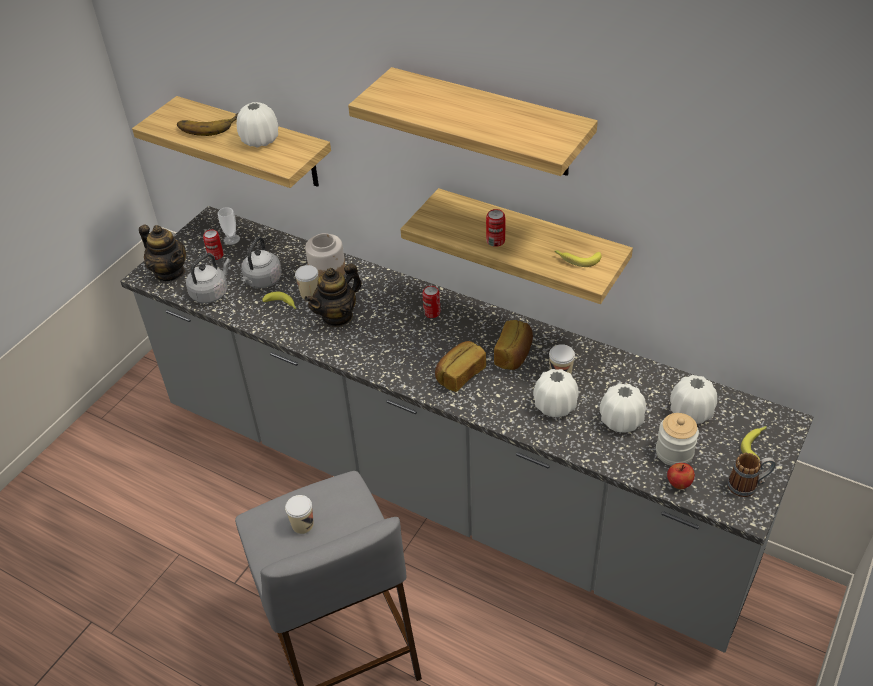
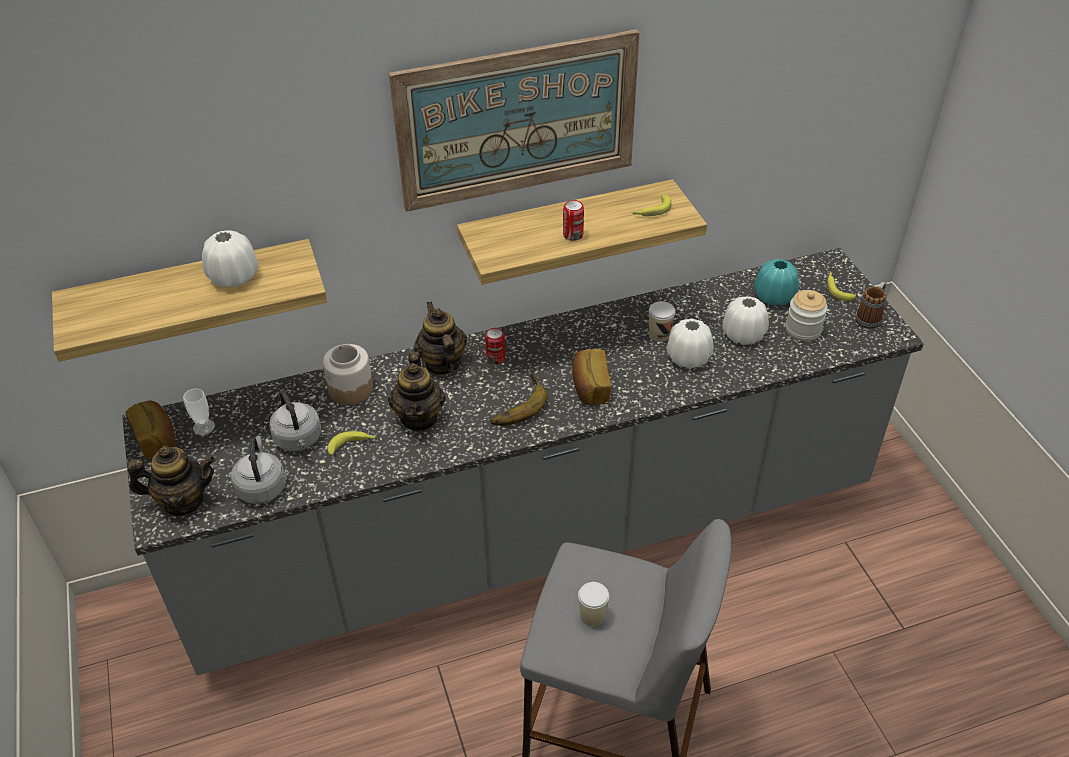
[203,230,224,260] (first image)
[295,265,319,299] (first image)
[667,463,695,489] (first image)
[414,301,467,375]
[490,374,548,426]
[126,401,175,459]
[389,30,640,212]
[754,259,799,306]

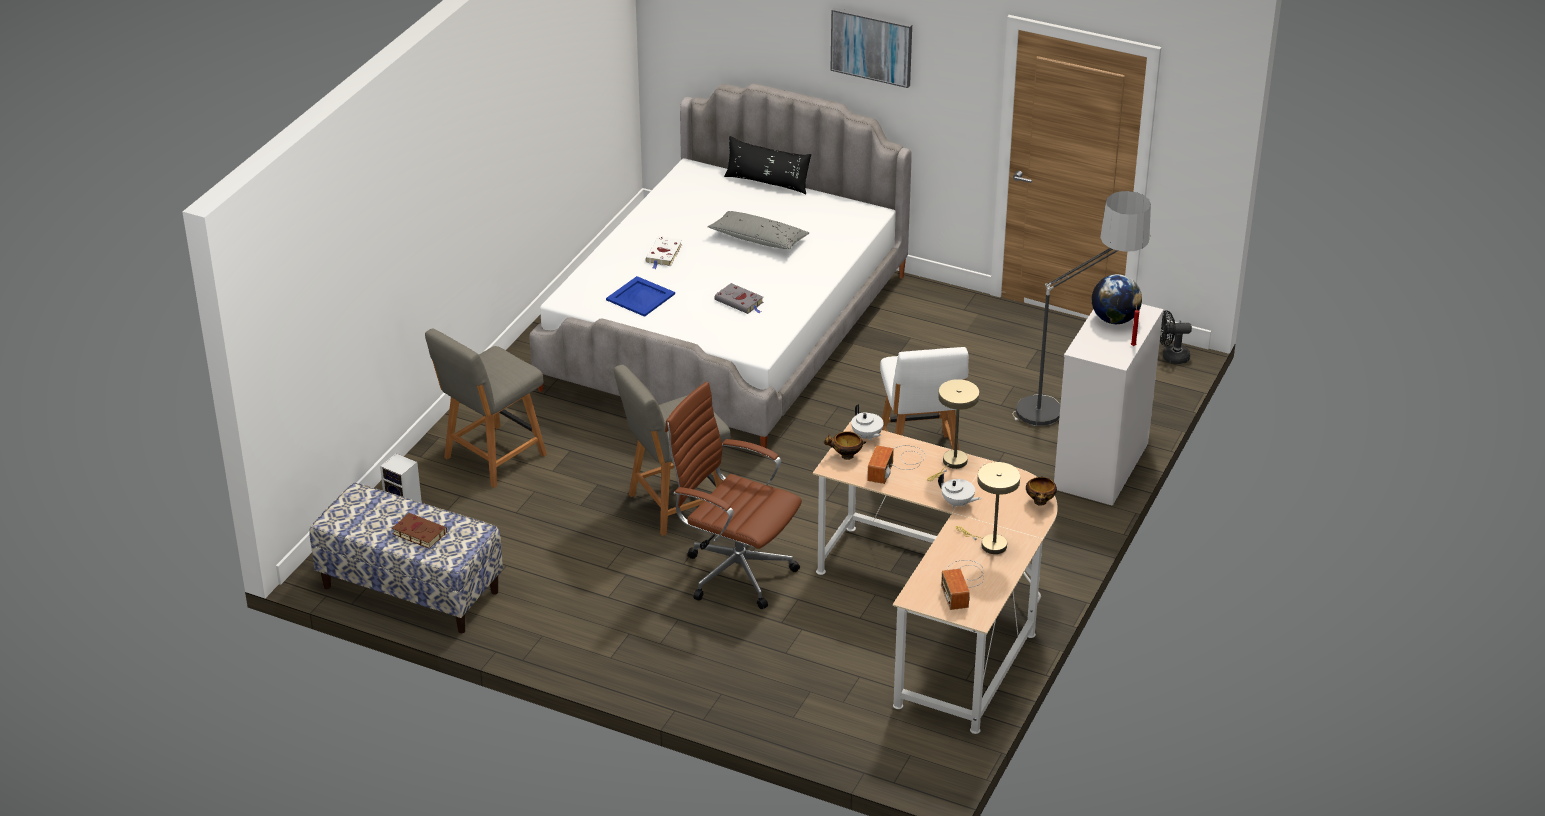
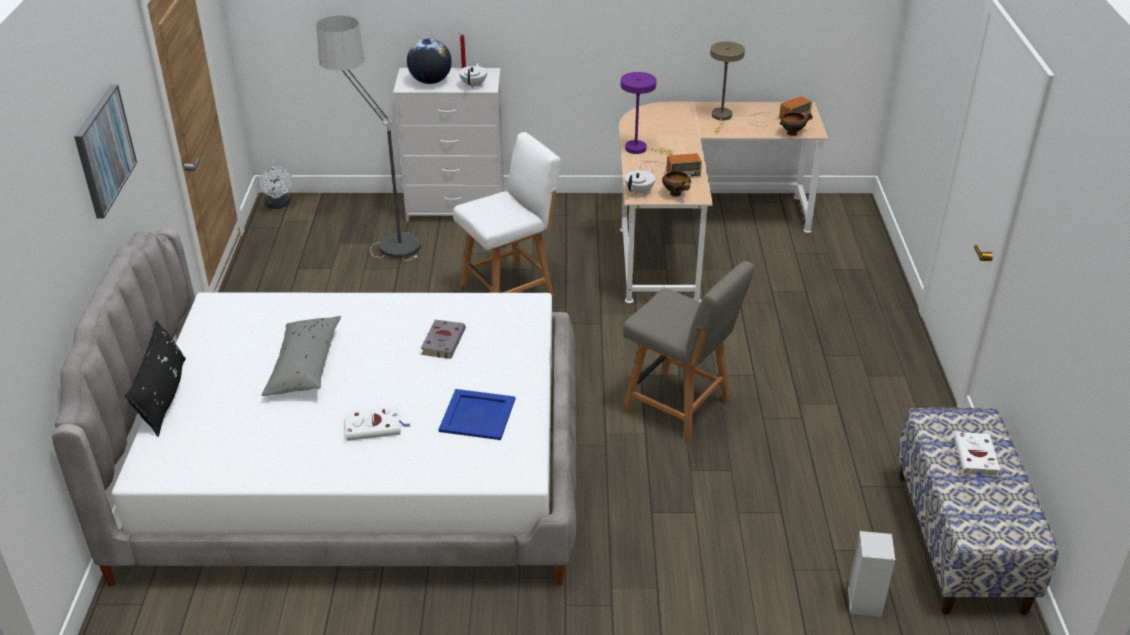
[425,329,547,488] (first image)
[665,382,802,609] (first image)
[459,63,487,88]
[779,110,813,136]
[954,432,1000,483]
[620,72,674,155]
[260,166,293,209]

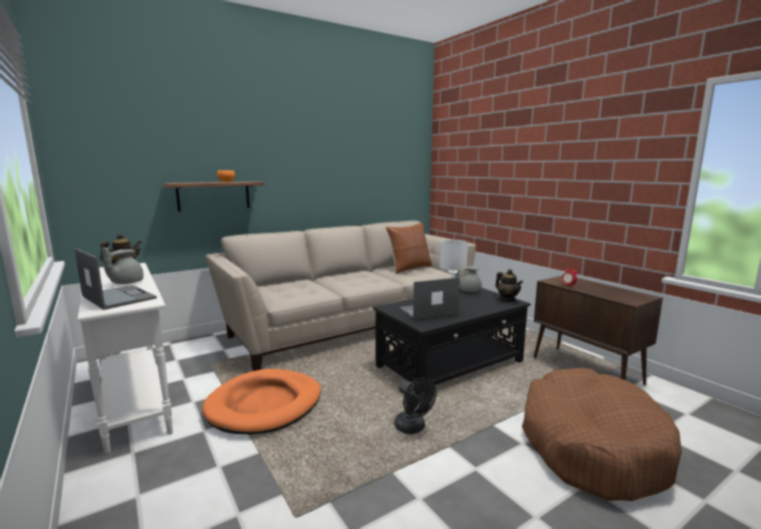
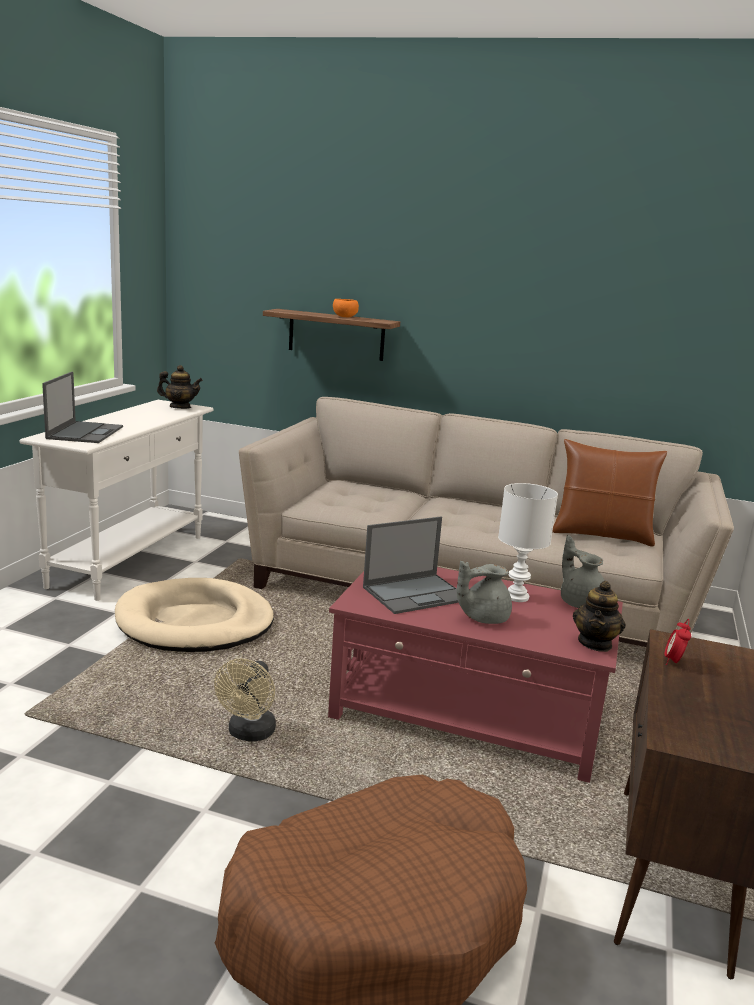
[457,561,512,624]
[115,578,274,652]
[328,567,623,783]
[214,658,276,741]
[363,517,459,614]

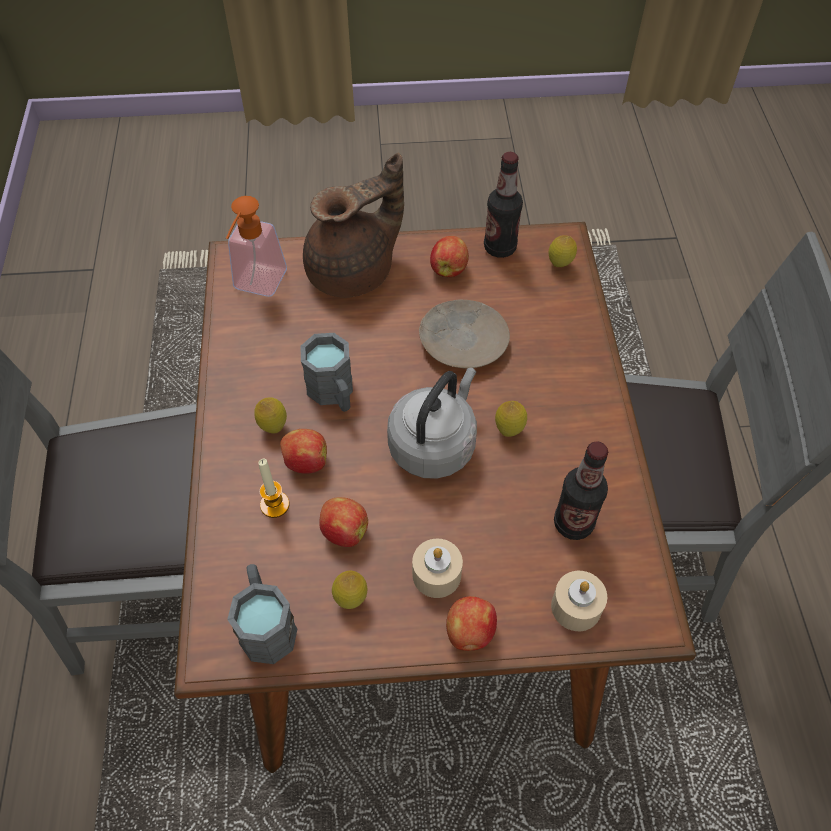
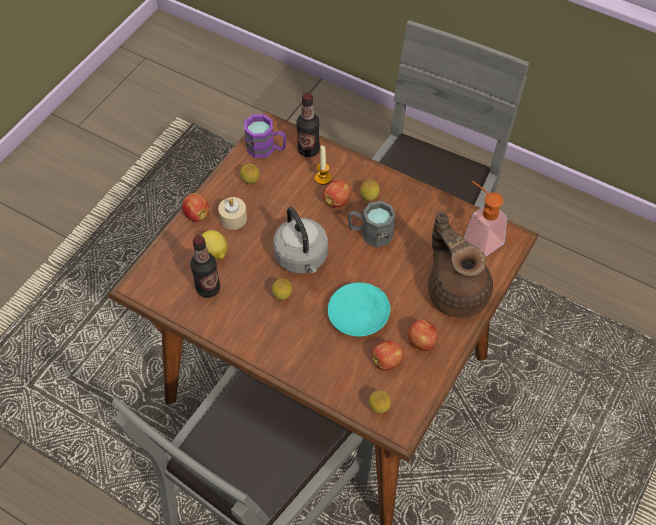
[551,571,607,631] (first image)
[201,230,228,260]
[371,340,404,370]
[297,92,320,157]
[244,114,286,158]
[328,282,391,337]
[428,210,493,318]

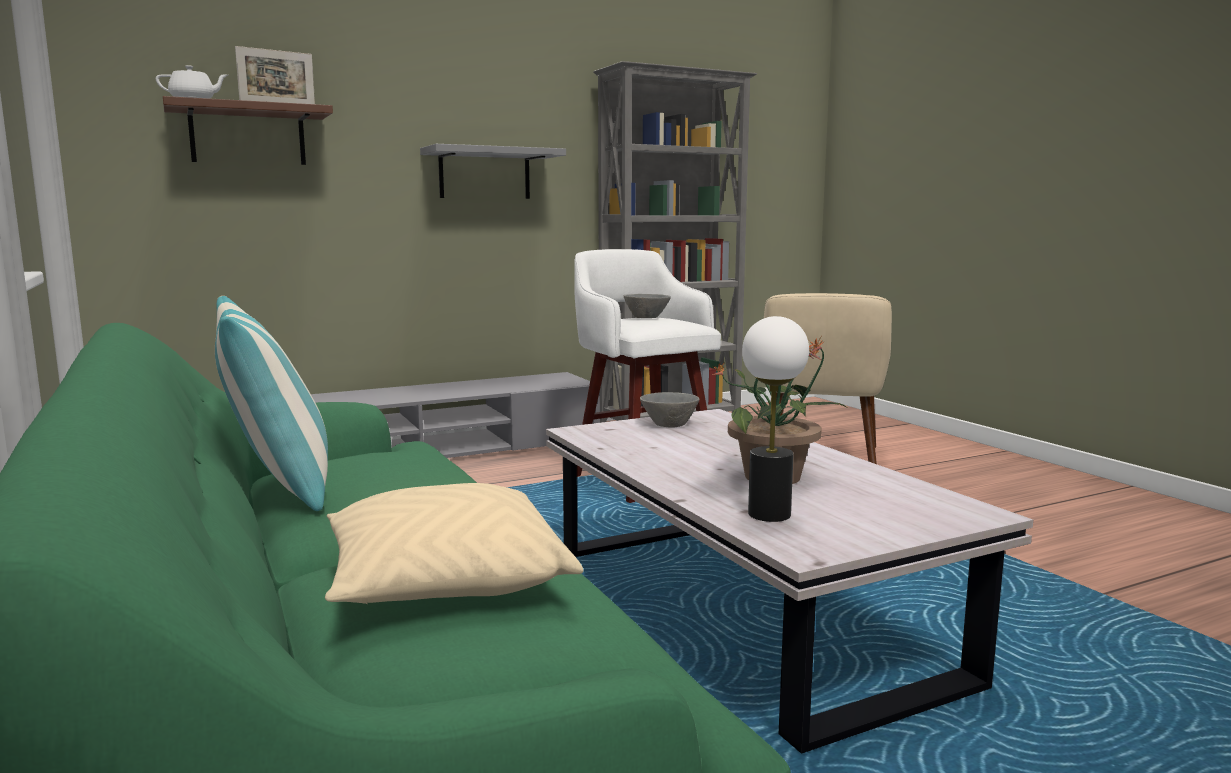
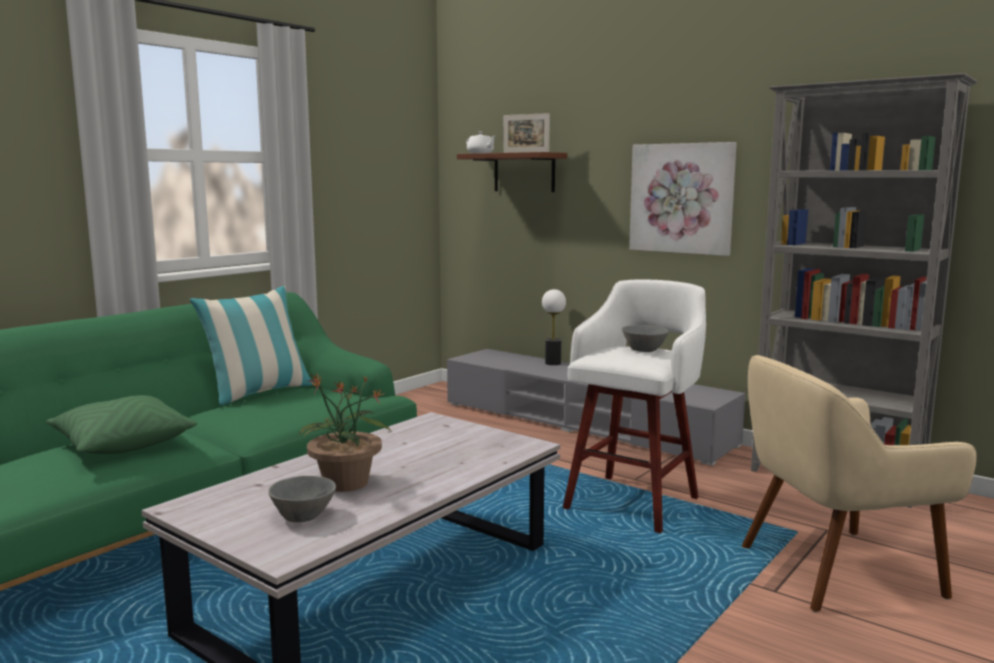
[268,476,336,522]
[542,289,566,365]
[629,142,737,256]
[46,395,197,454]

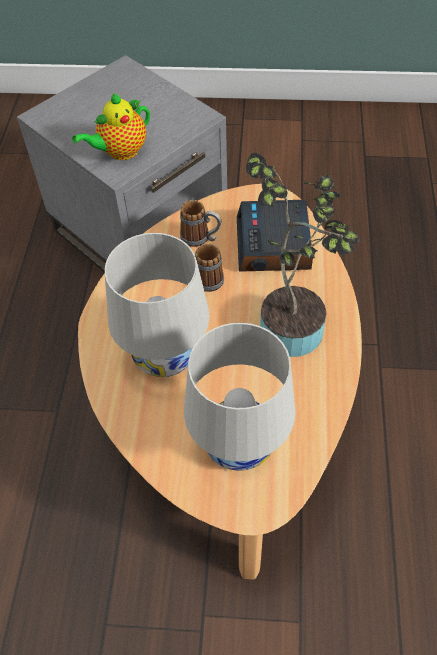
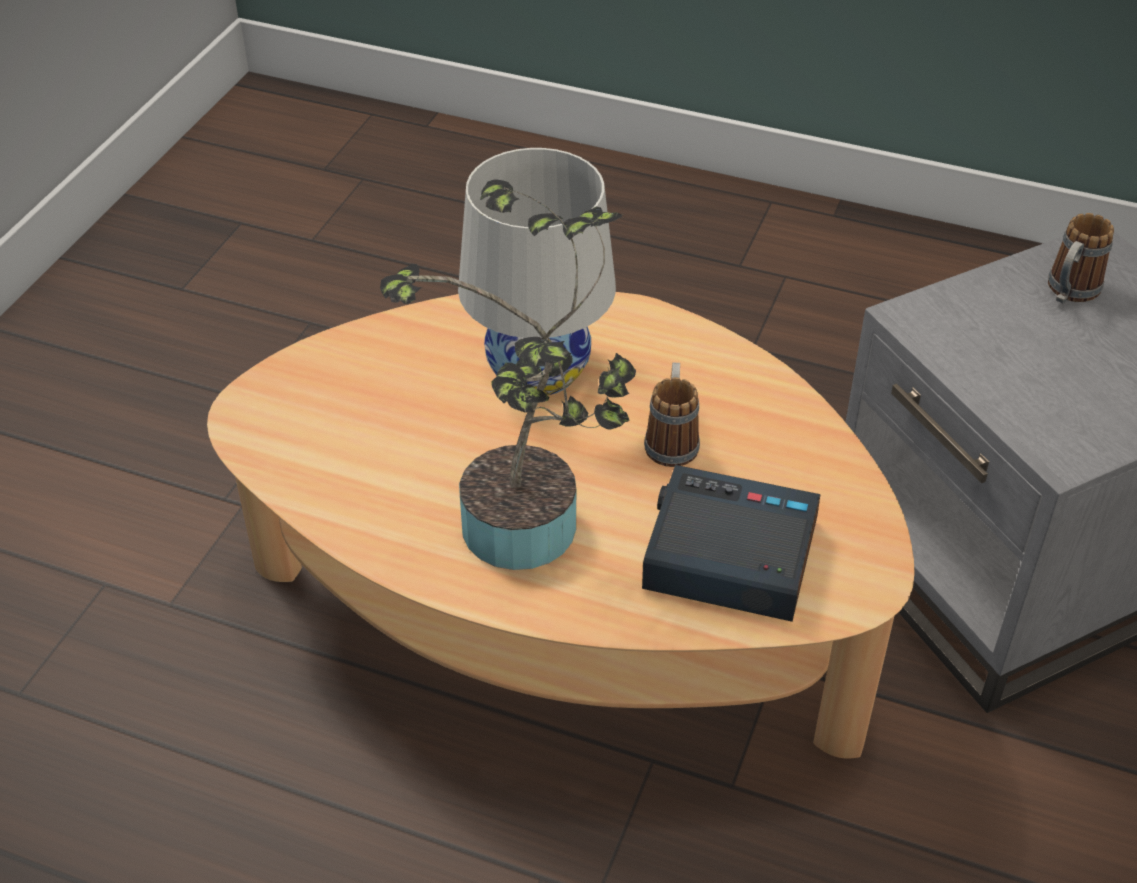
[72,93,150,160] (first image)
[184,323,296,471] (first image)
[1048,213,1114,304]

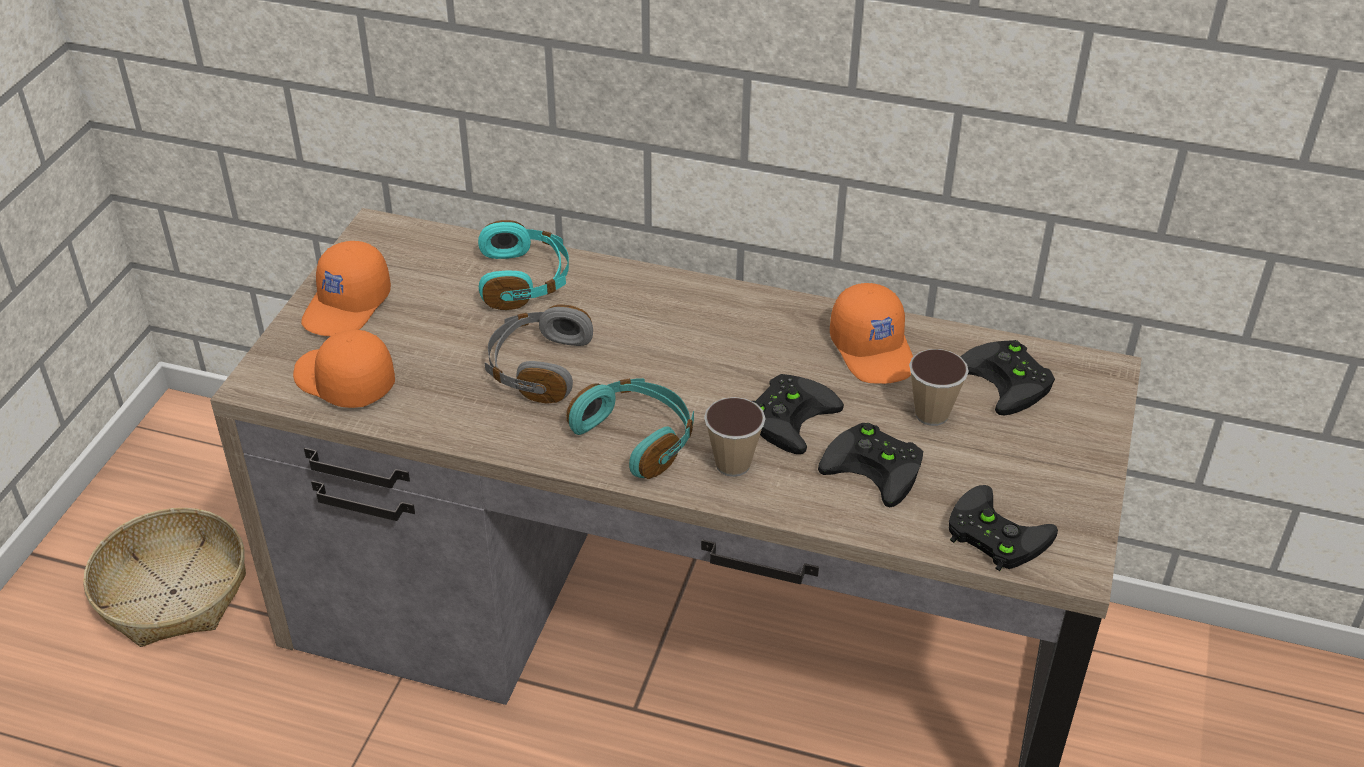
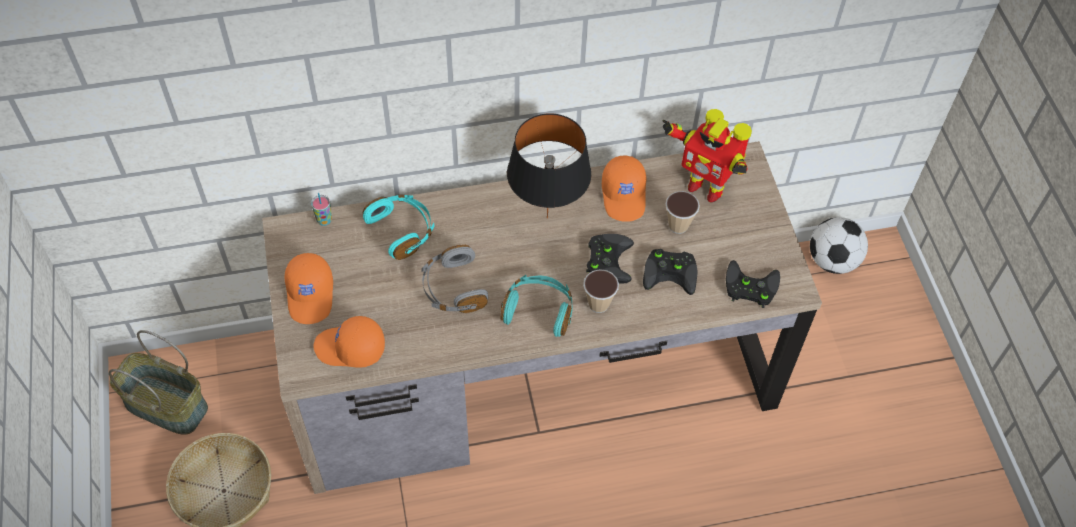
[109,330,208,435]
[311,193,332,226]
[507,113,591,218]
[810,217,868,274]
[662,109,752,203]
[602,156,646,222]

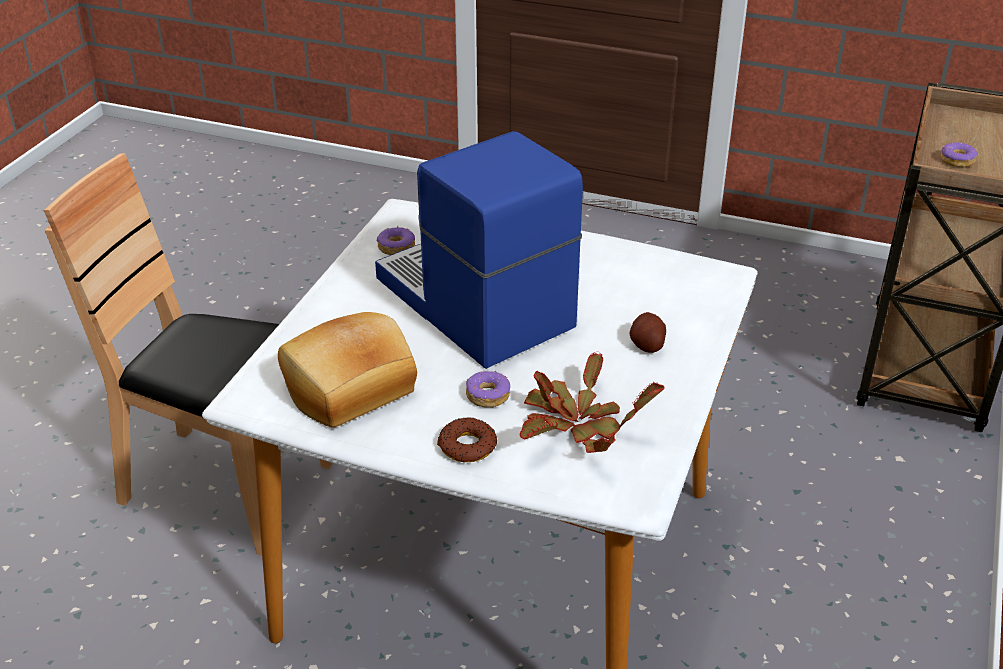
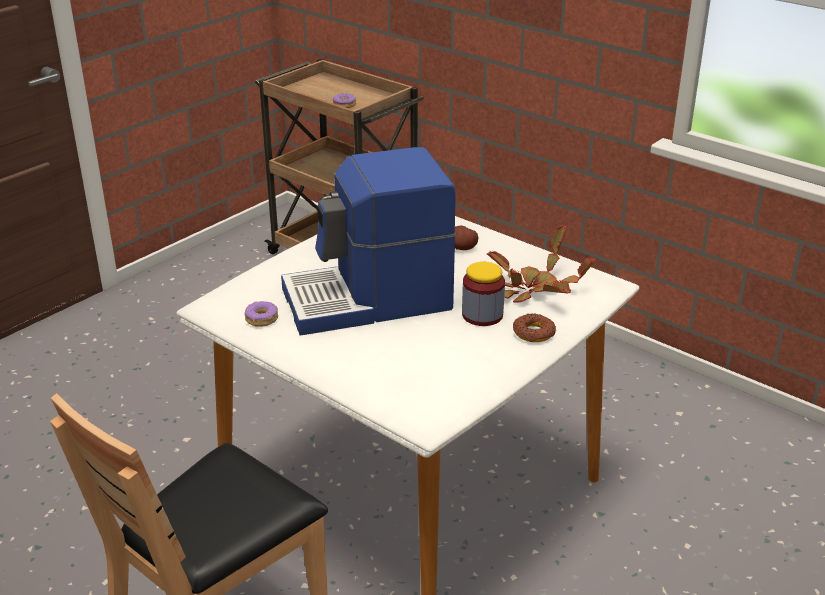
[278,312,417,428] (first image)
[462,262,505,326]

